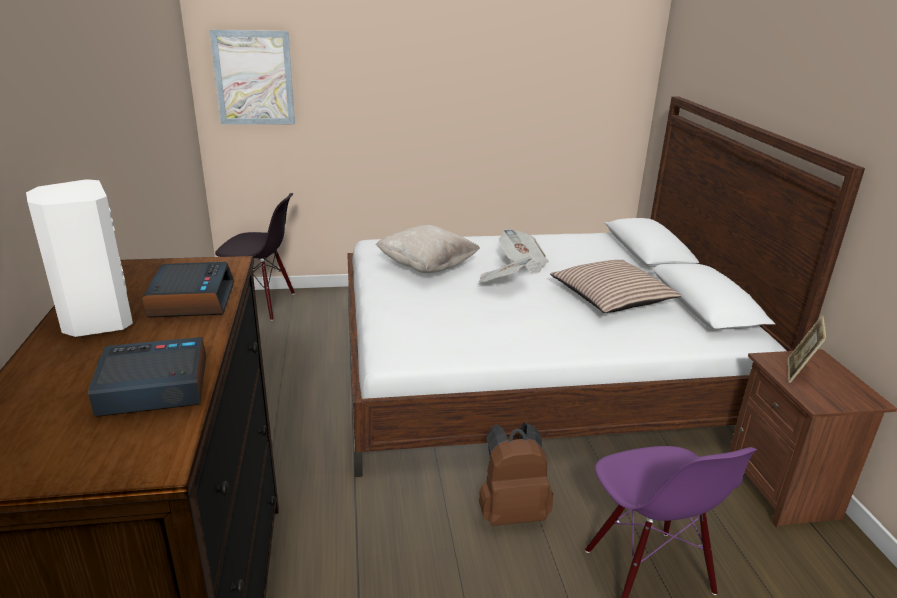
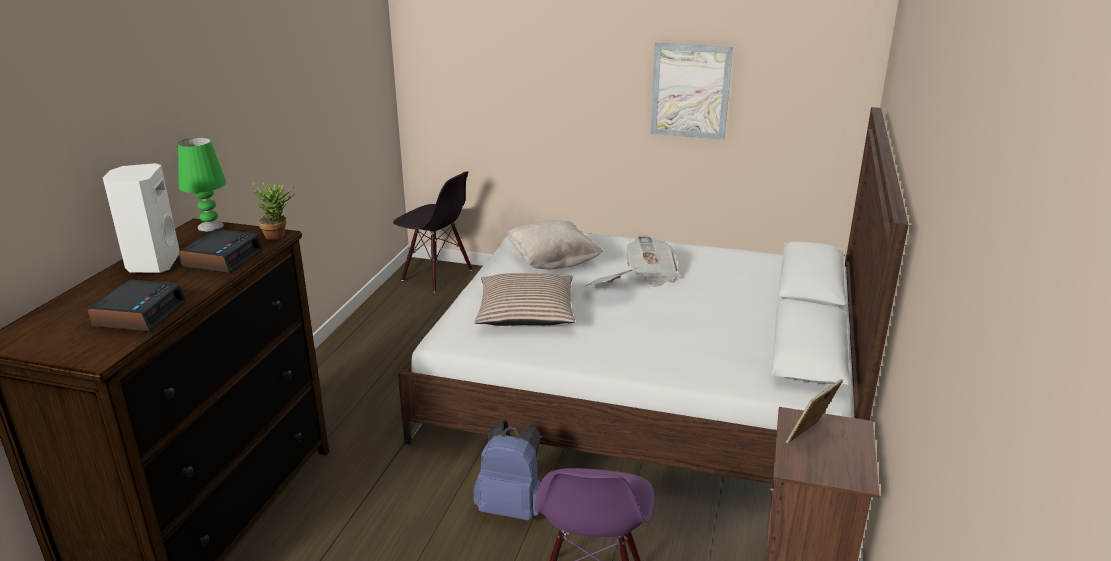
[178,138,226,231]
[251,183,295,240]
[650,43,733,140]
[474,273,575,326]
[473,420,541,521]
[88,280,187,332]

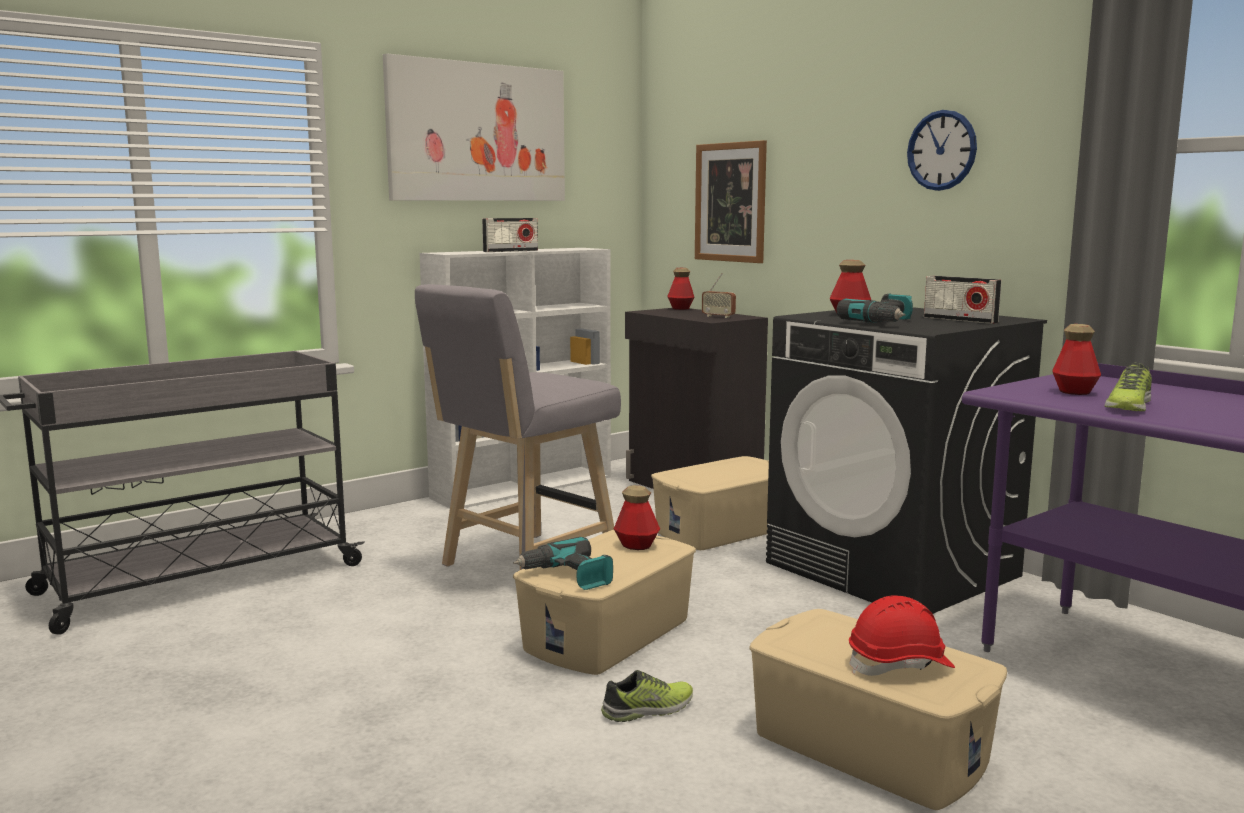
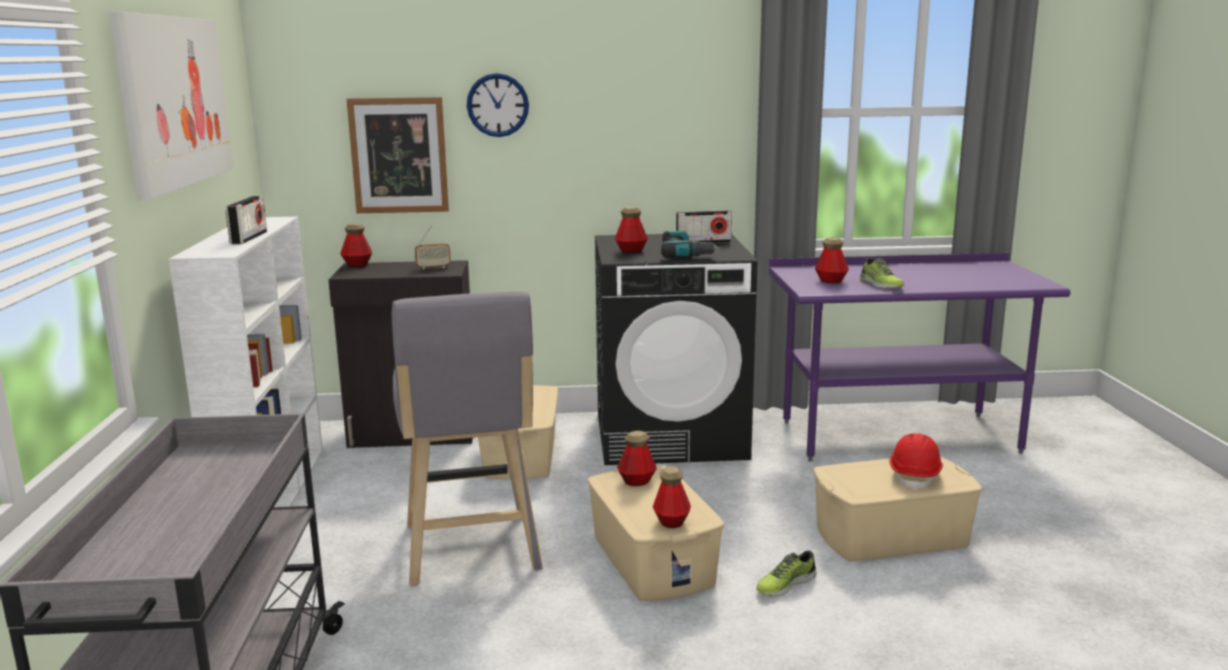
[467,73,529,137]
[653,466,691,528]
[756,550,817,597]

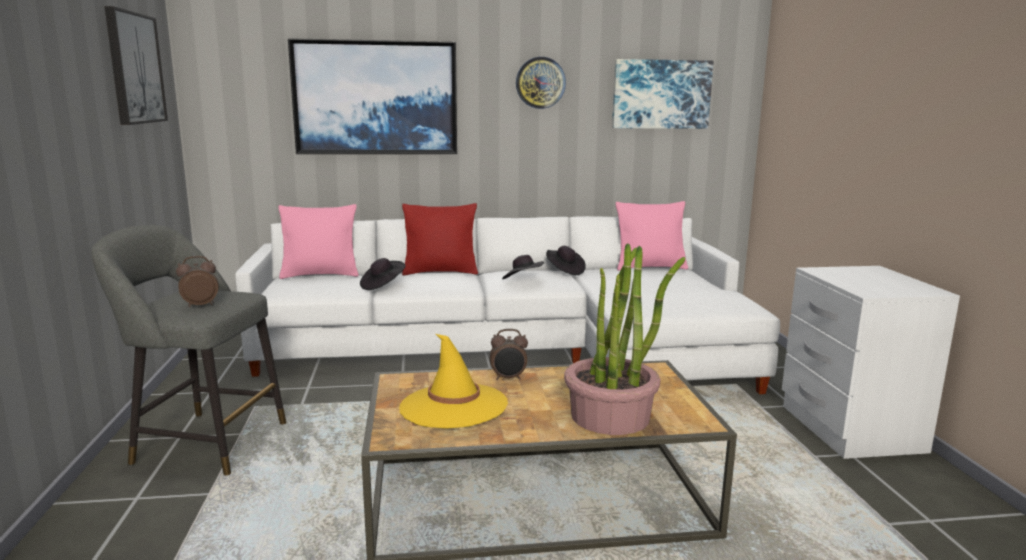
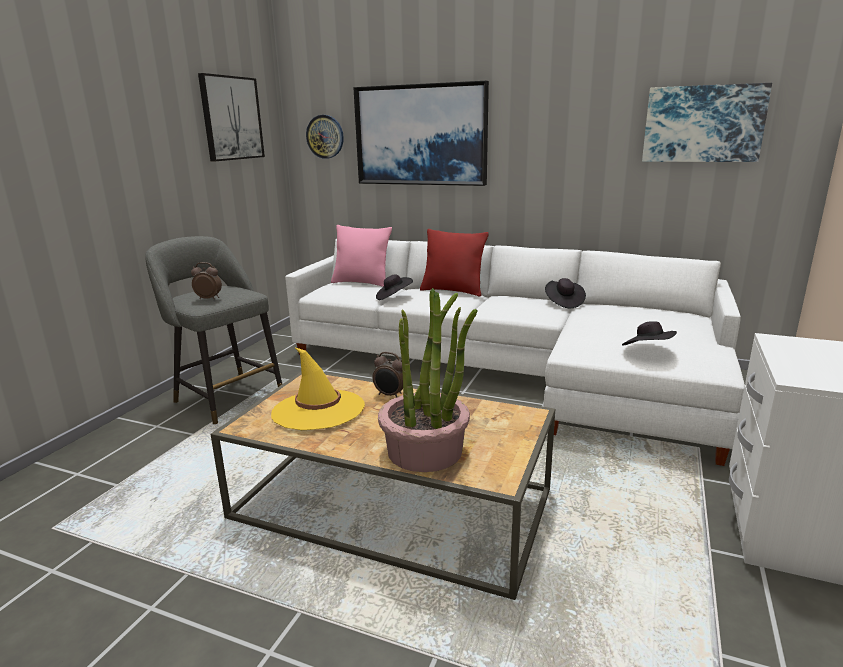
[616,201,688,271] (first image)
[622,322,677,346]
[306,115,344,159]

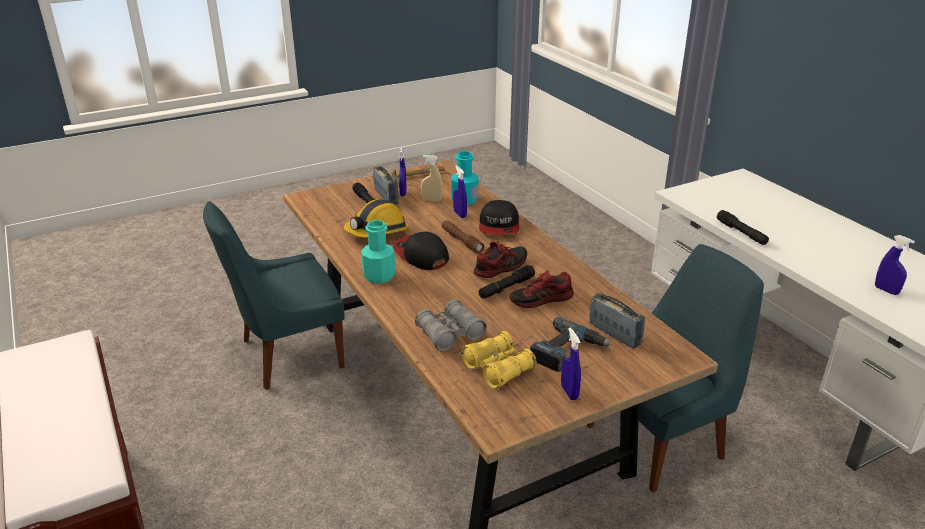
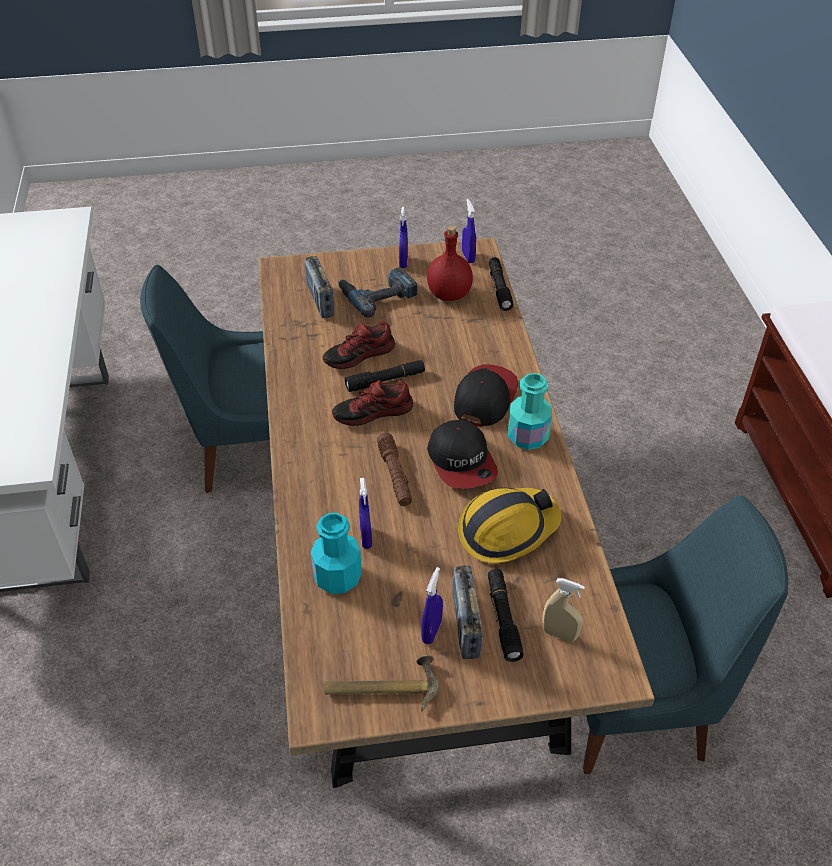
[415,300,487,352] (first image)
[542,578,585,642]
[454,364,518,427]
[489,257,513,311]
[462,199,476,263]
[427,226,473,301]
[323,321,395,369]

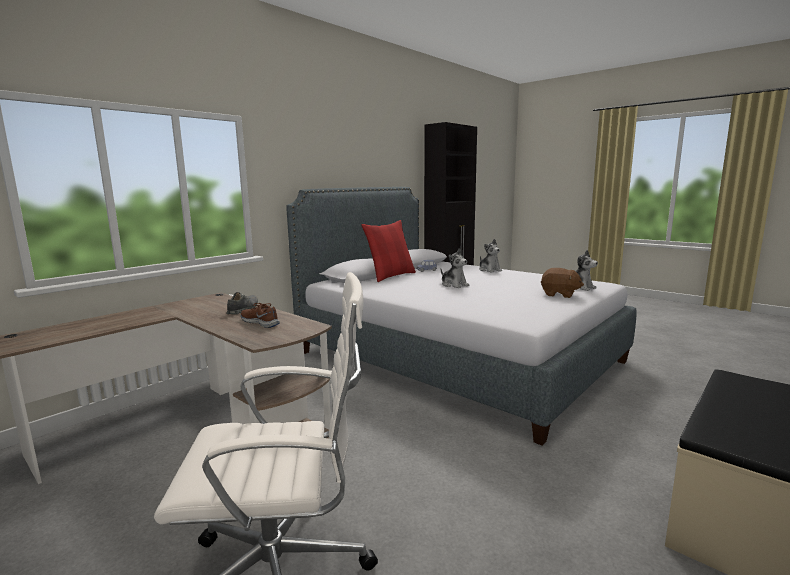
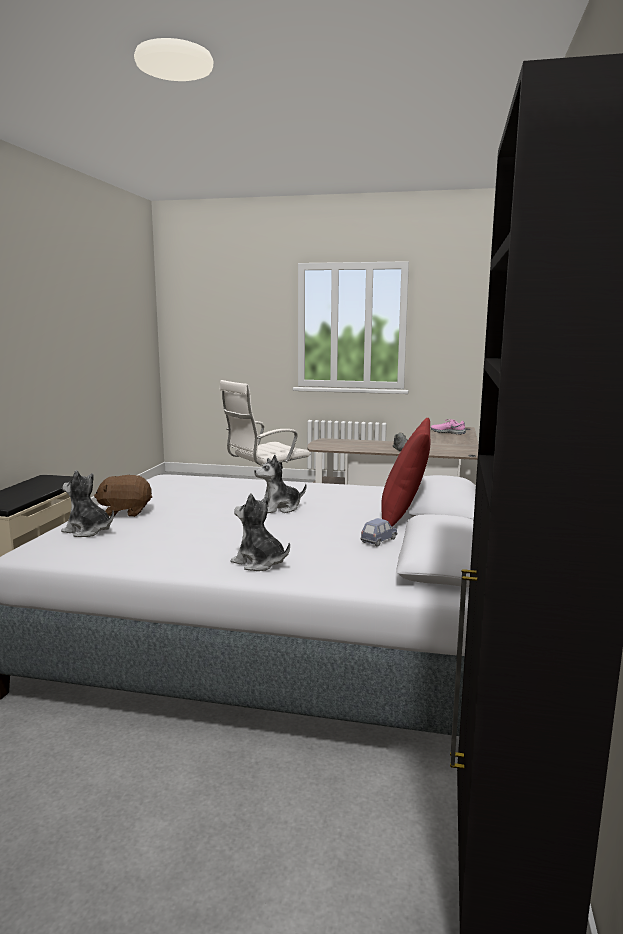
[241,303,280,328] (first image)
[431,419,466,434]
[254,455,306,513]

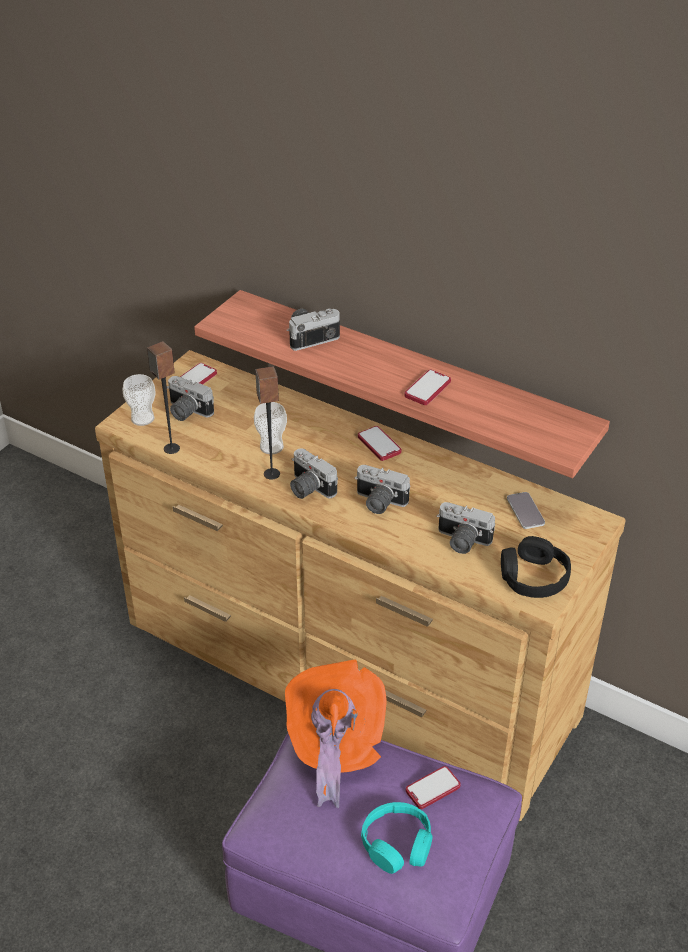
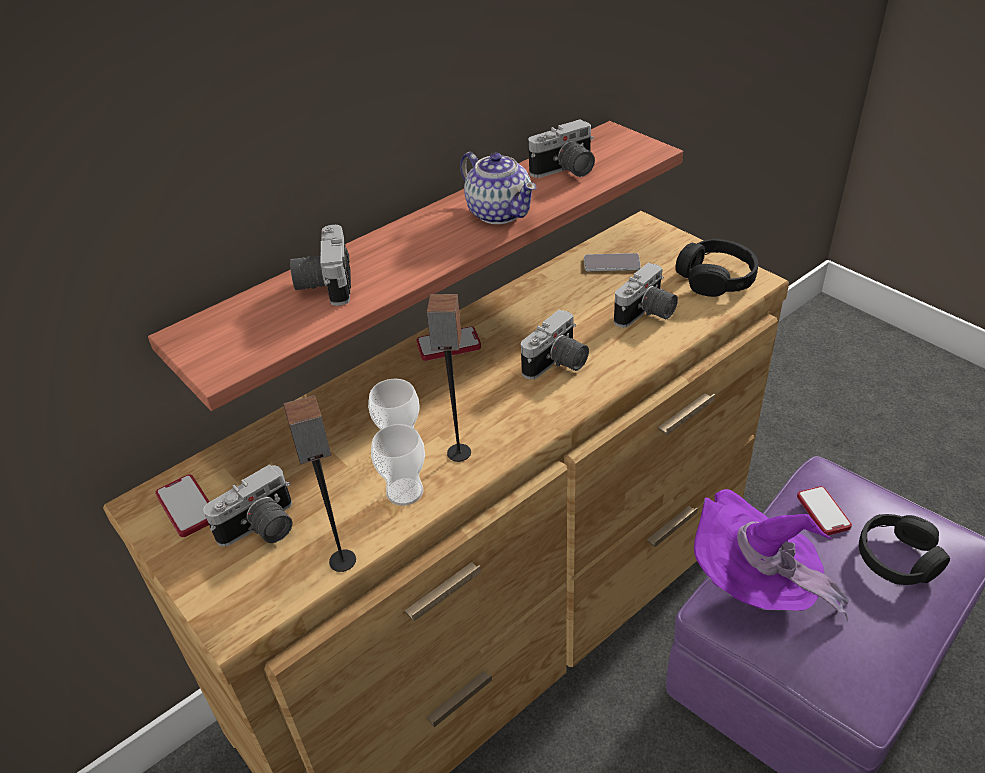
[371,424,425,506]
[528,119,595,178]
[460,152,537,224]
[694,489,849,622]
[859,514,950,585]

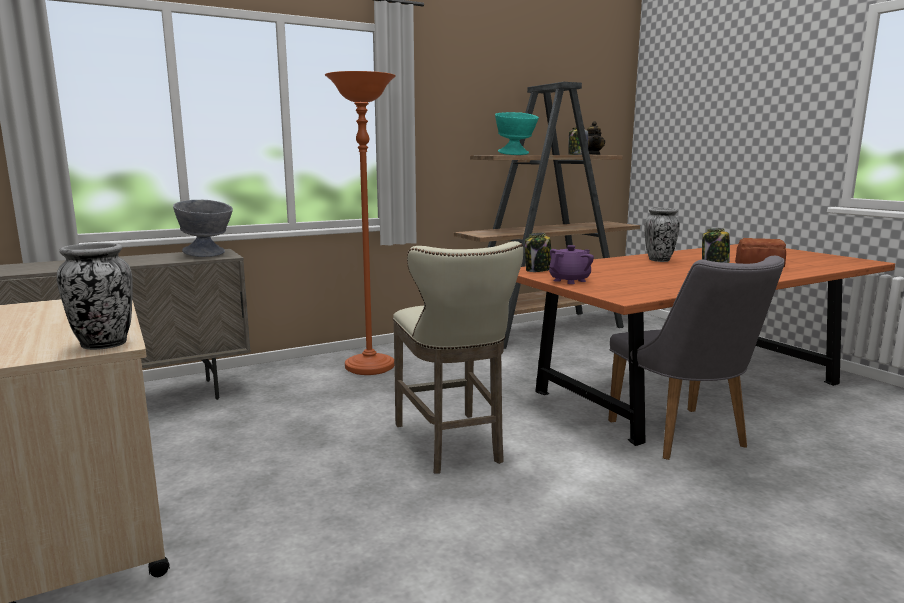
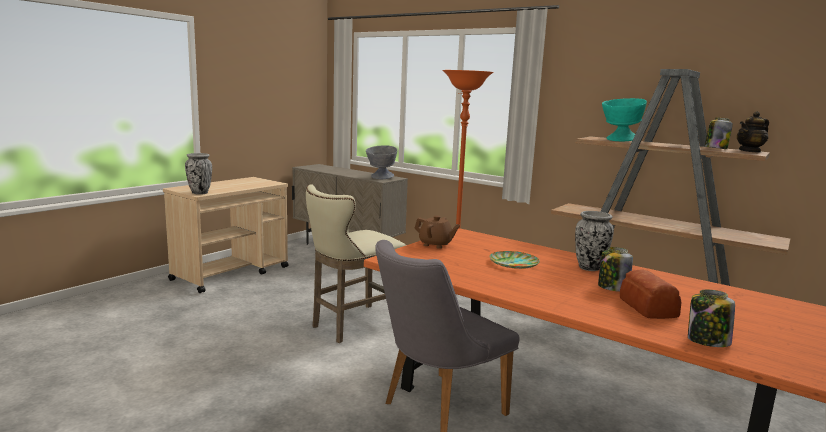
[490,251,540,269]
[688,290,735,347]
[415,216,460,249]

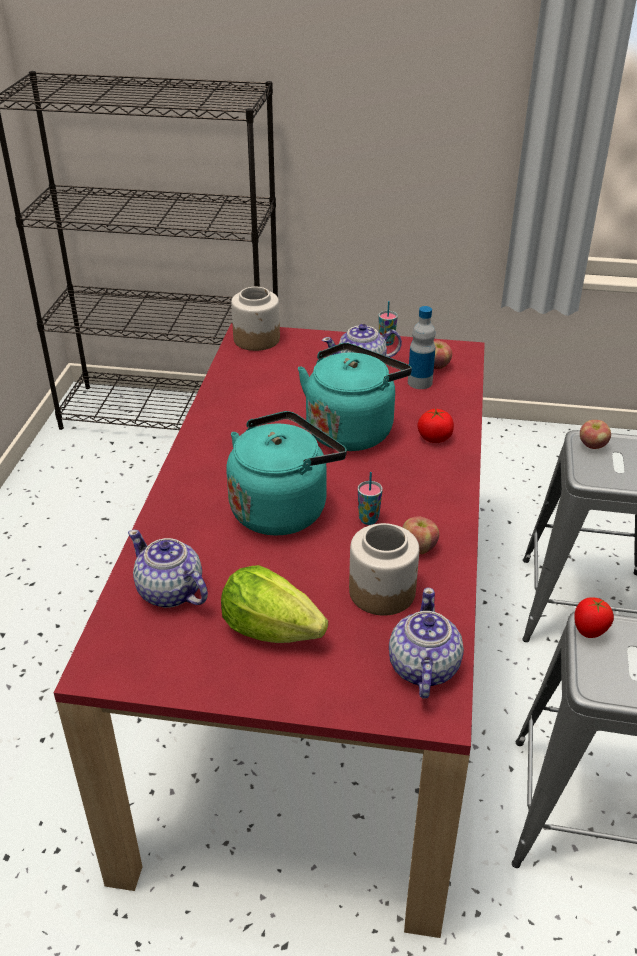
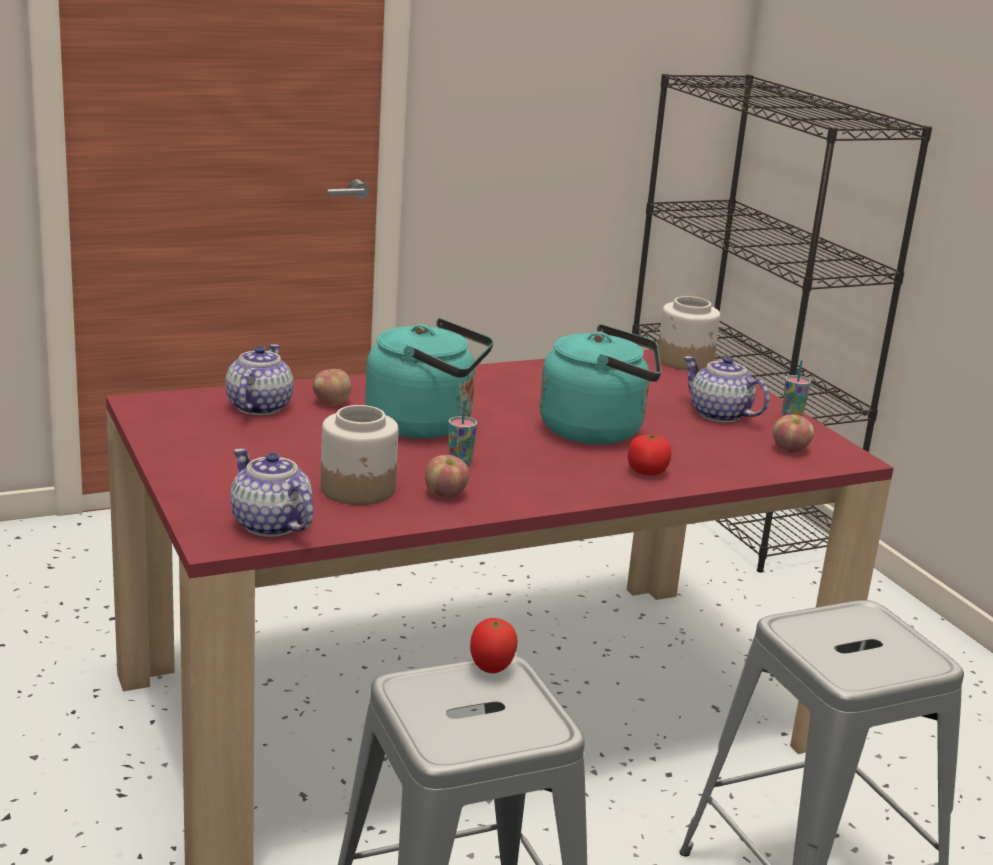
[221,565,328,643] (first image)
[408,306,435,389] (first image)
[313,369,352,406]
[230,449,314,537]

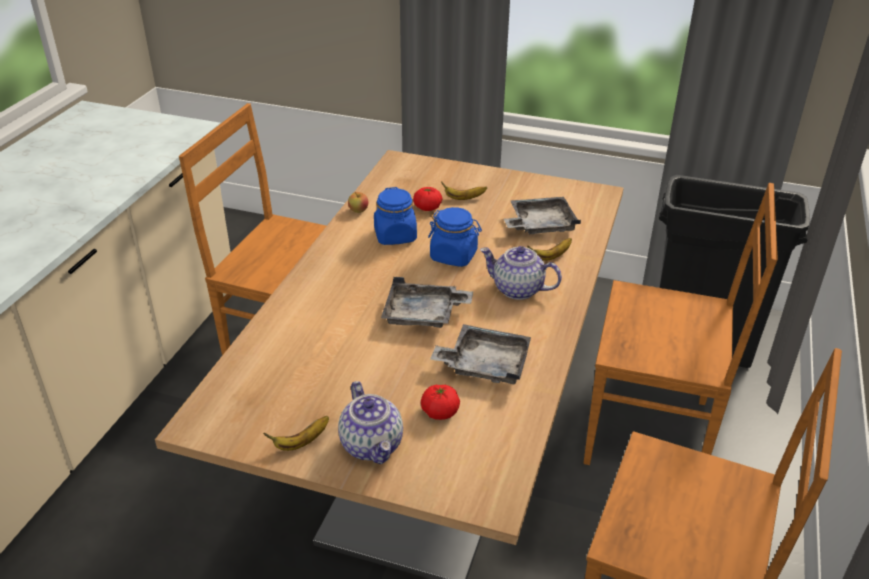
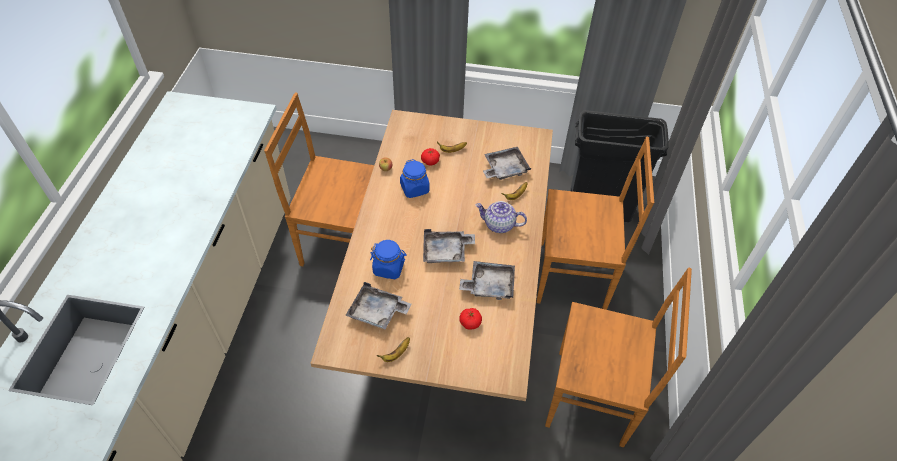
[338,381,403,464] (first image)
[345,282,411,329]
[370,240,407,279]

